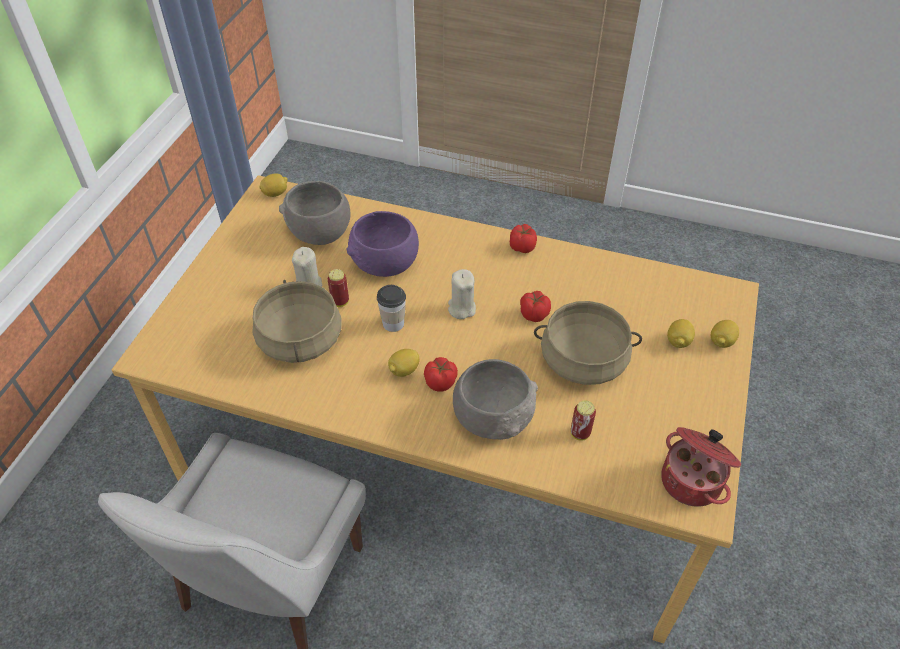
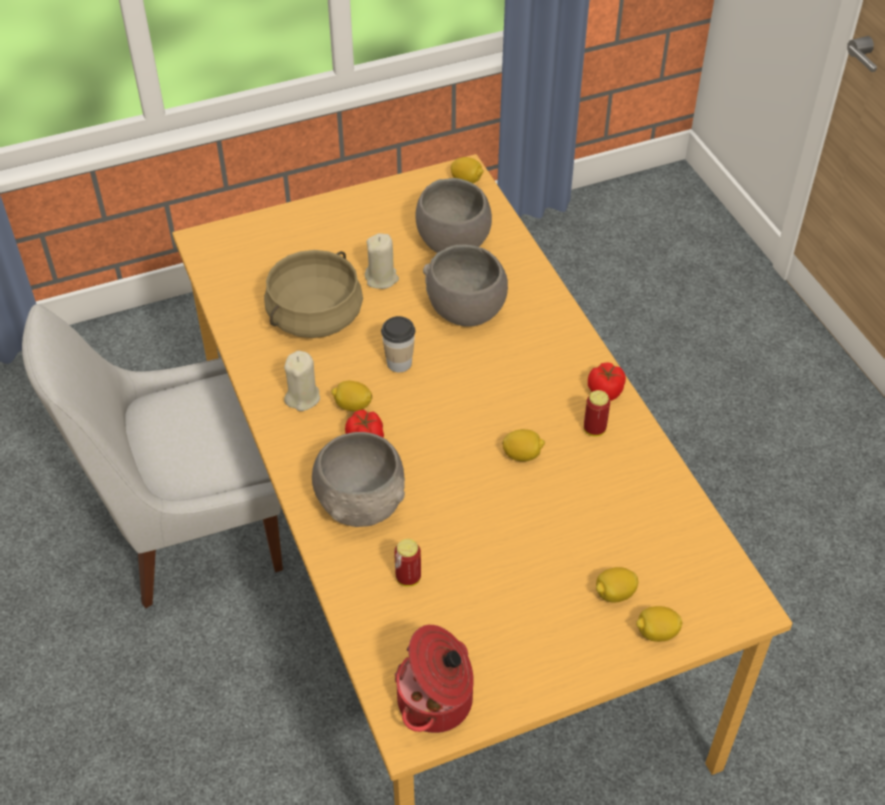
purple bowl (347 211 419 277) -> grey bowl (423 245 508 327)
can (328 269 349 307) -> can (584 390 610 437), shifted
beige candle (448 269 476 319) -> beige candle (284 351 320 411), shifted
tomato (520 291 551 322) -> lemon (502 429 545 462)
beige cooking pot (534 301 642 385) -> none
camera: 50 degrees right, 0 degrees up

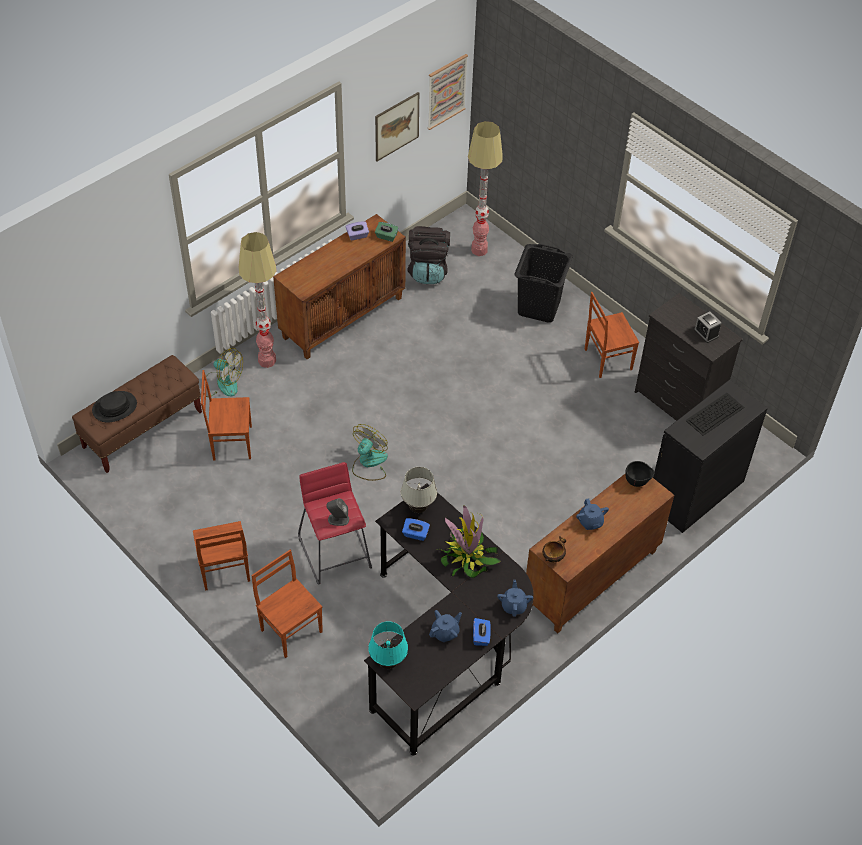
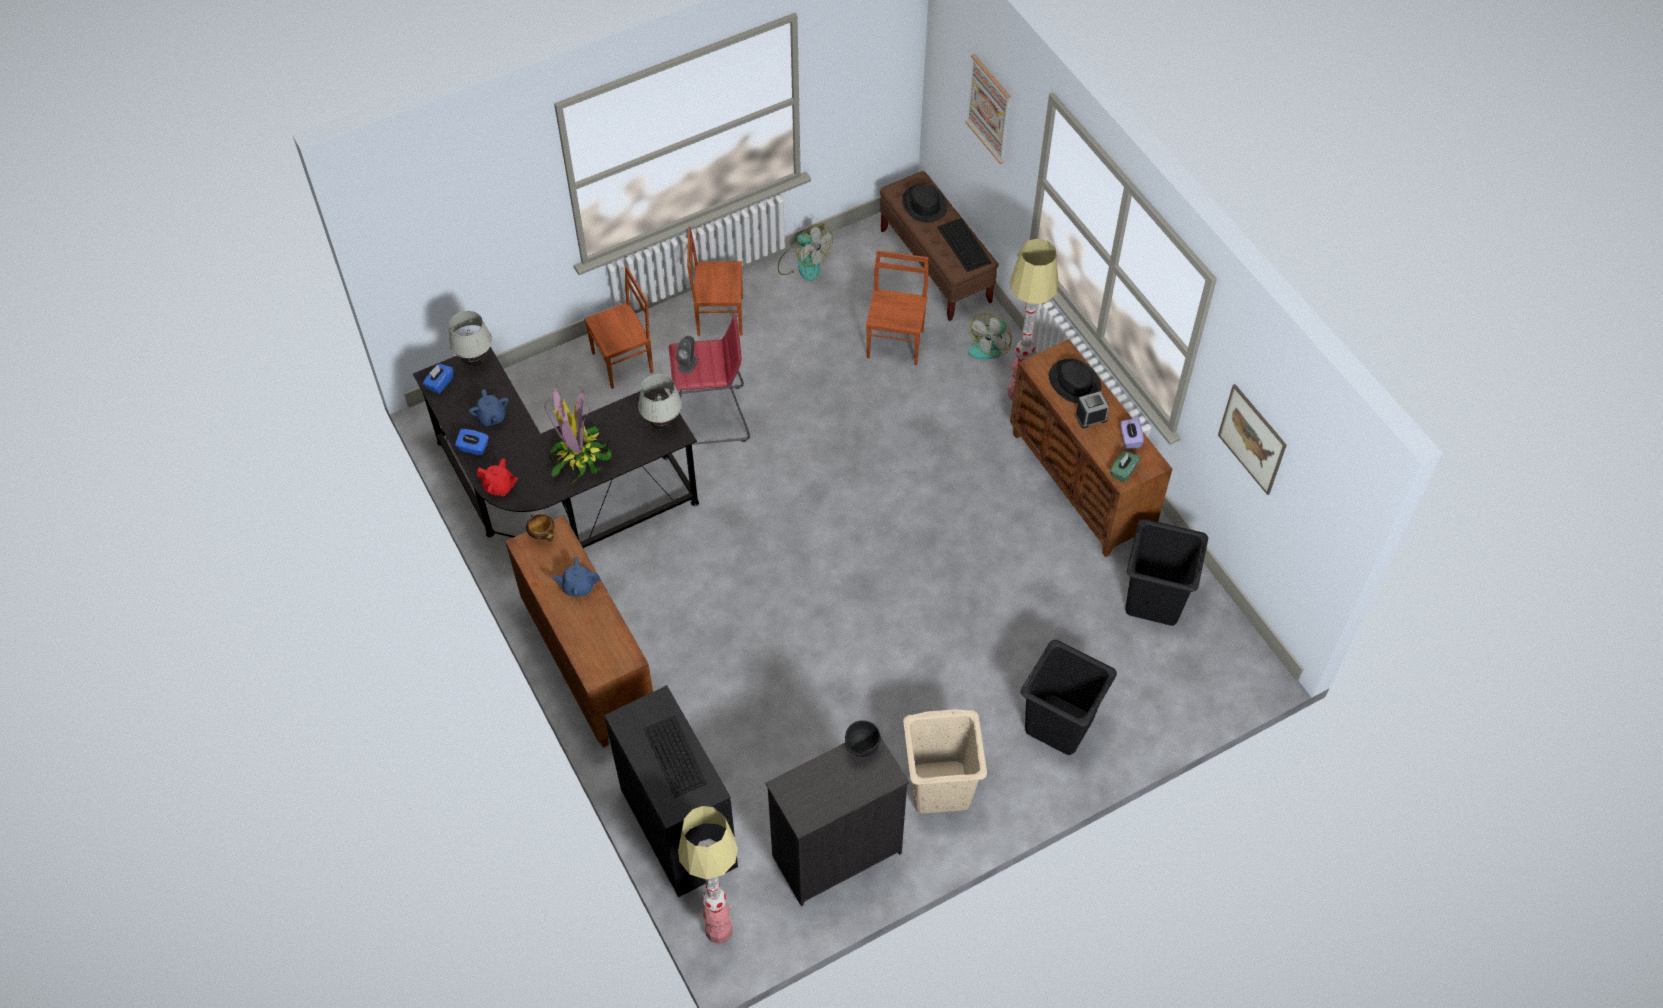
picture (428 54 468 130) -> picture (965 54 1011 164), shifted
floor lamp (468 121 503 256) -> floor lamp (678 806 738 944), shifted
black backpack (408 226 450 284) -> black laundry basket (1125 519 1208 626)
brown chair (584 292 639 378) -> beige laundry basket (903 709 987 814)
alarm clock (694 312 721 343) -> alarm clock (1075 391 1109 428), shifted
fan (352 424 388 481) -> fan (778 223 833 281), shifted
black bowl (625 461 654 487) -> black bowl (845 720 881 757), shifted
blue tissue box (402 518 430 541) -> blue tissue box (423 364 453 394), shifted
blue teapot (497 580 533 617) -> red teapot (476 458 518 496)
turquoise table lamp (368 621 408 669) -> white table lamp (449 311 492 366)
none -> keyboard (937 218 992 272)
none -> black hat (1049 359 1101 403)
camera: 105 degrees right, 5 degrees up

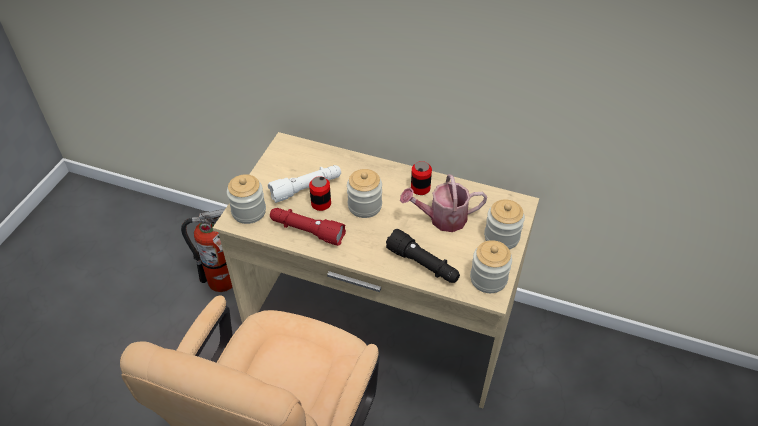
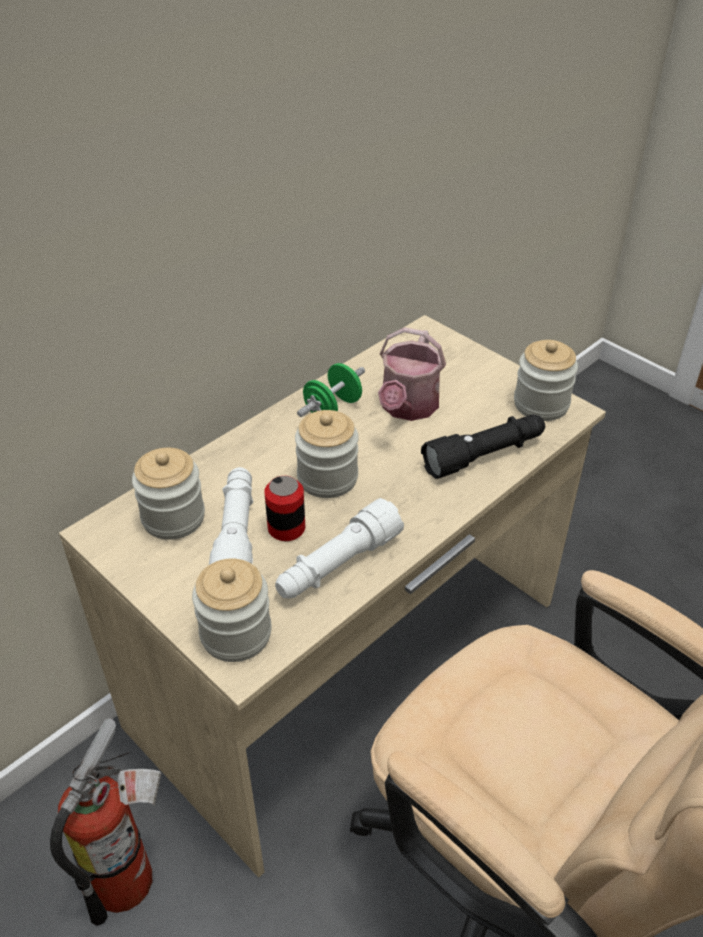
can (411 161 432 195) -> green dumbbell (297 363 365 417)
jar (484 199 525 250) -> jar (132 448 205 540), shifted
red flashlight (270 208 346 246) -> white flashlight (275 498 404 599)
camera: 65 degrees left, 5 degrees down

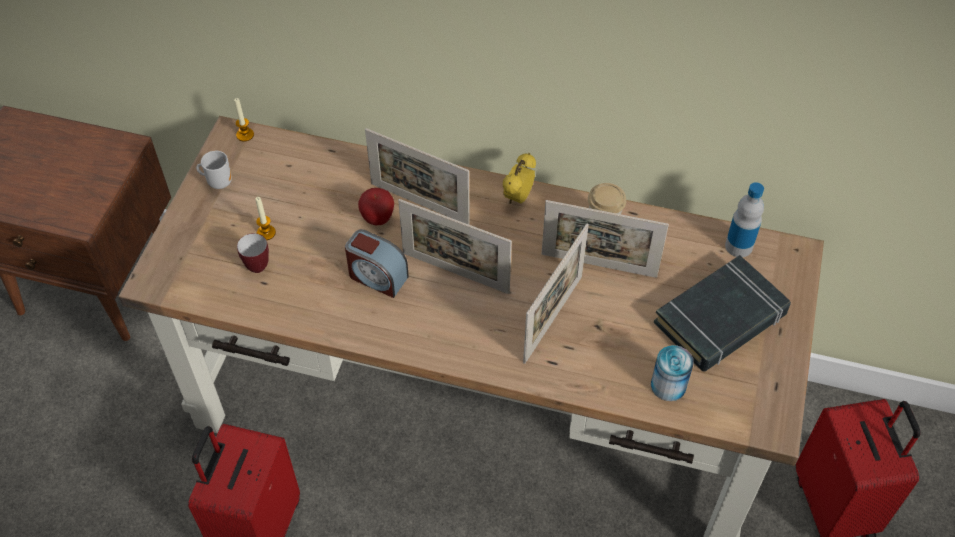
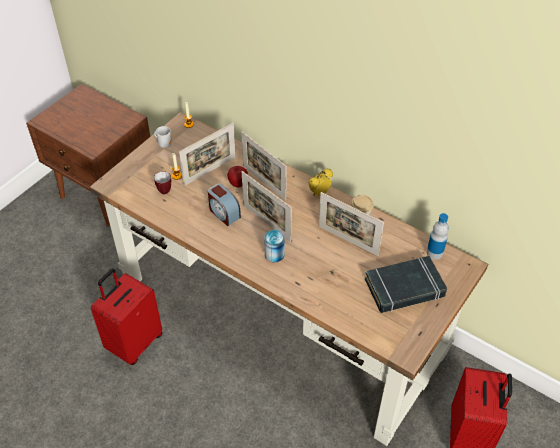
picture frame (523 224 589 364) -> picture frame (179 123 236 186), shifted
can (651 345 694 401) -> can (264 230 285 262), shifted
camera: 20 degrees right, 5 degrees down

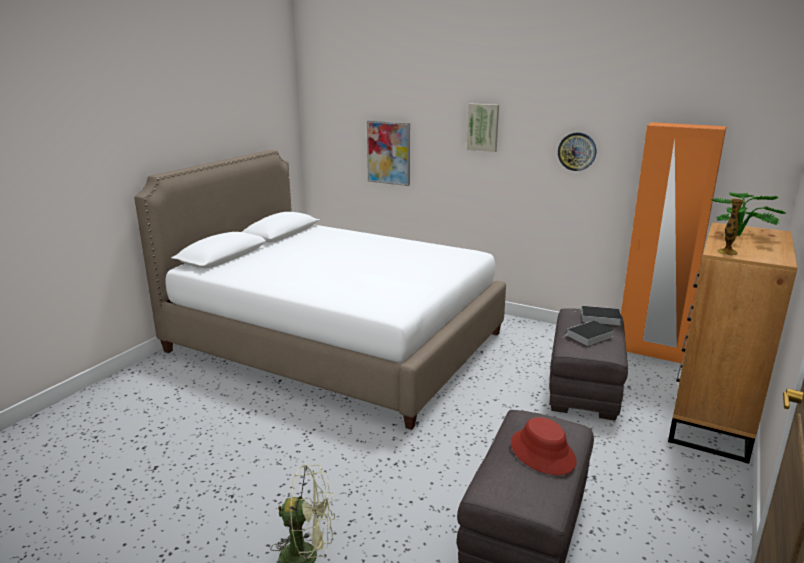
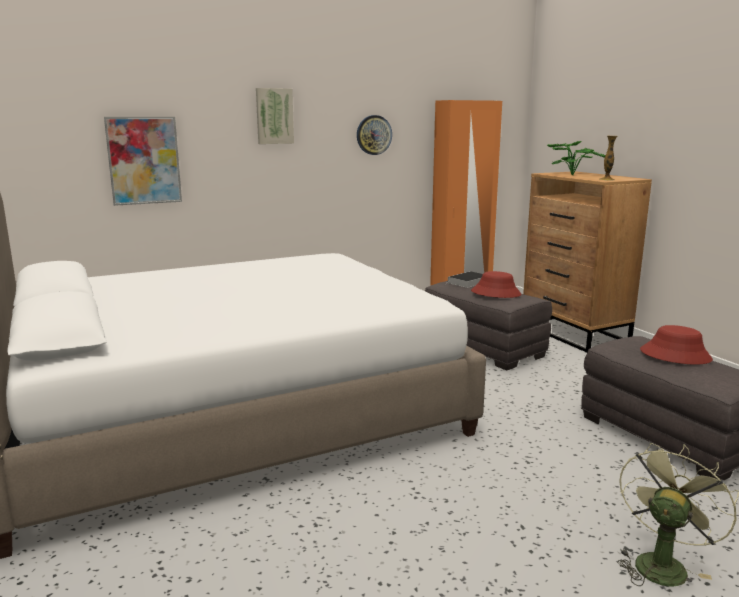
book (562 320 614 346) -> red hat (471 271 522 298)
camera: 55 degrees left, 5 degrees down

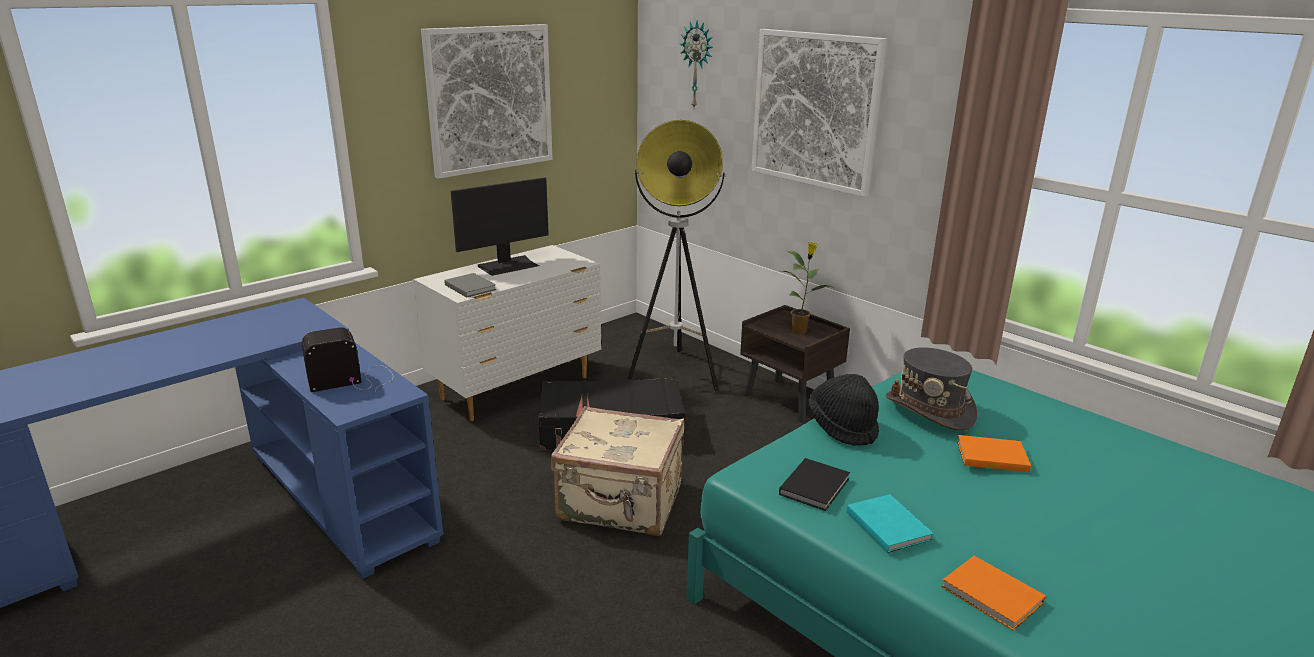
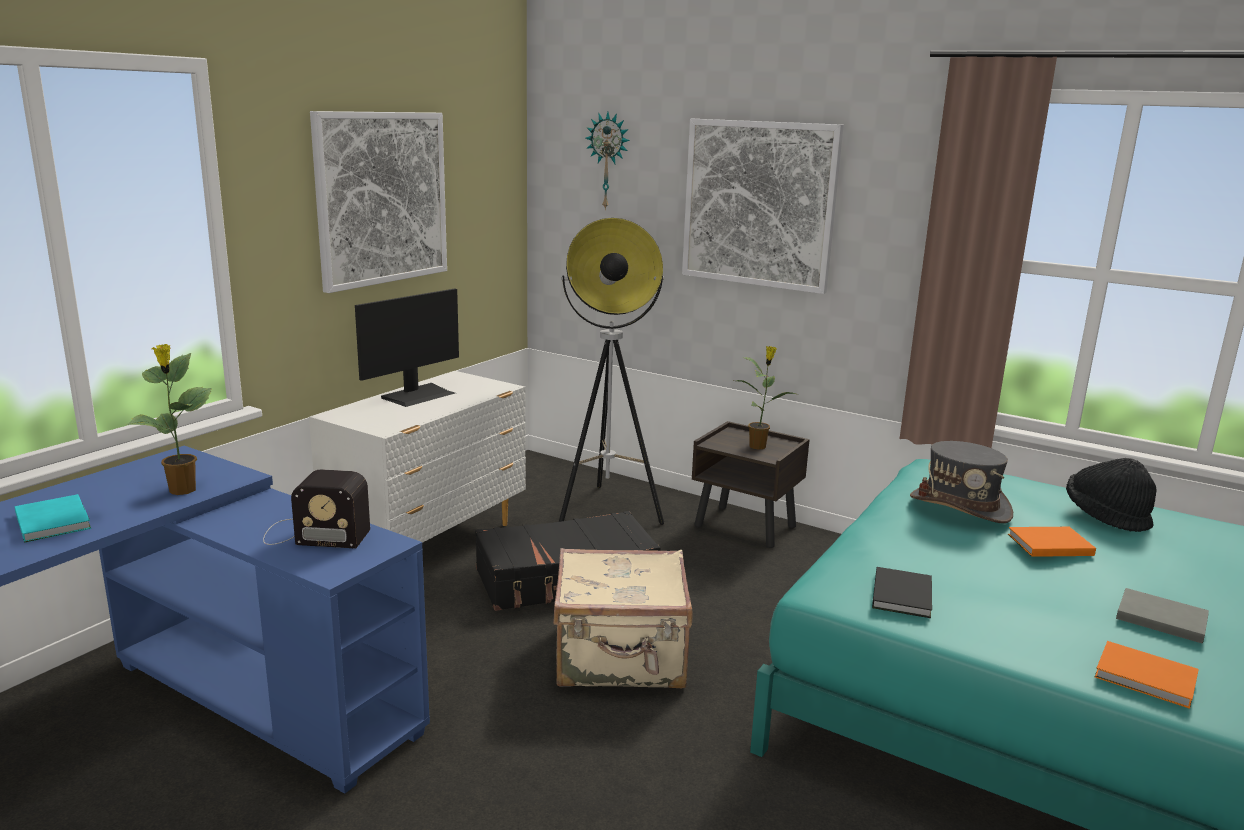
grey book (444 273 496 298) -> grey book (1116 588 1209 644), shifted
radio (301 327 394 393) -> radio (263 469 370 549), 135 degrees counterclockwise
black hat (808 374 879 446) -> black hat (1066 458 1157 532), shifted
turquoise book (847 494 934 553) -> turquoise book (15 494 91 543), shifted
none -> potted plant (127 344 212 495)
camera: 15 degrees left, 5 degrees down

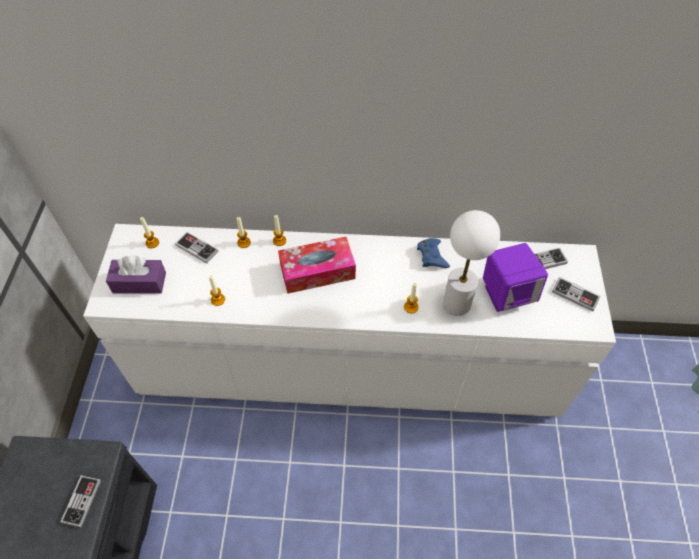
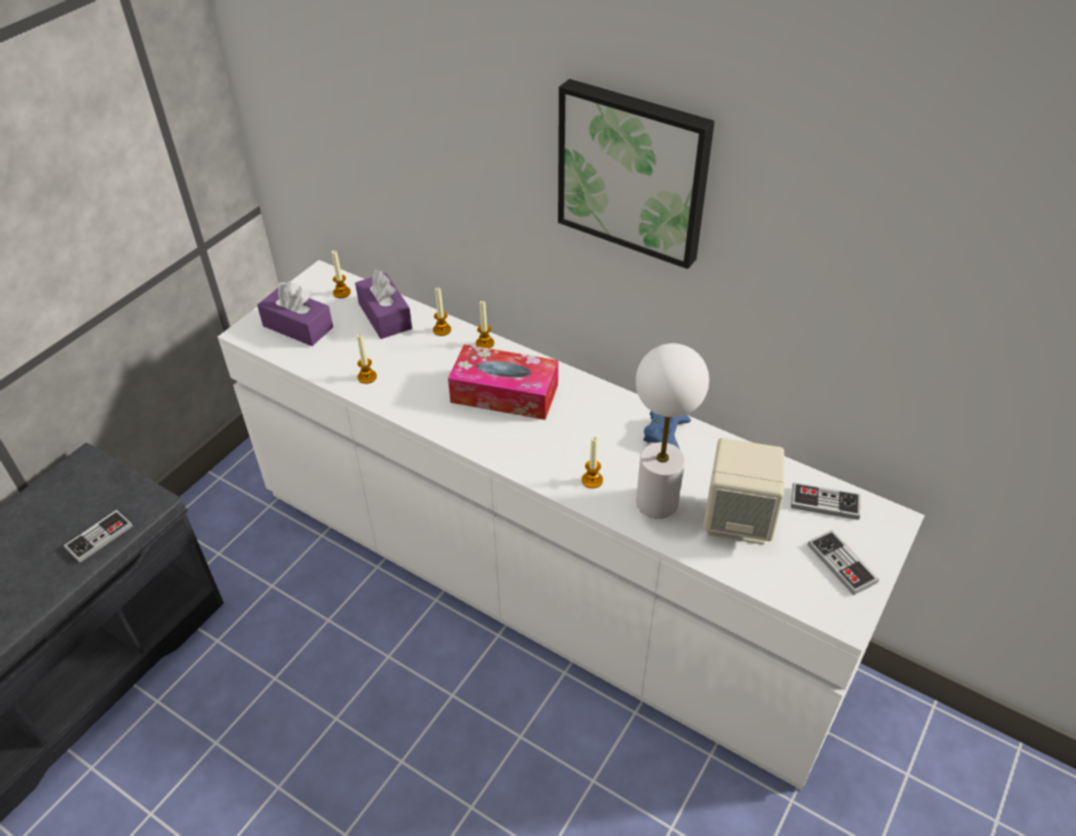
game controller (175 232 218 264) -> purple tissue box (355 270 412 339)
purple speaker (483 243 548 312) -> beige speaker (703 438 784 545)
none -> picture (558 79 715 269)
camera: 30 degrees right, 10 degrees down

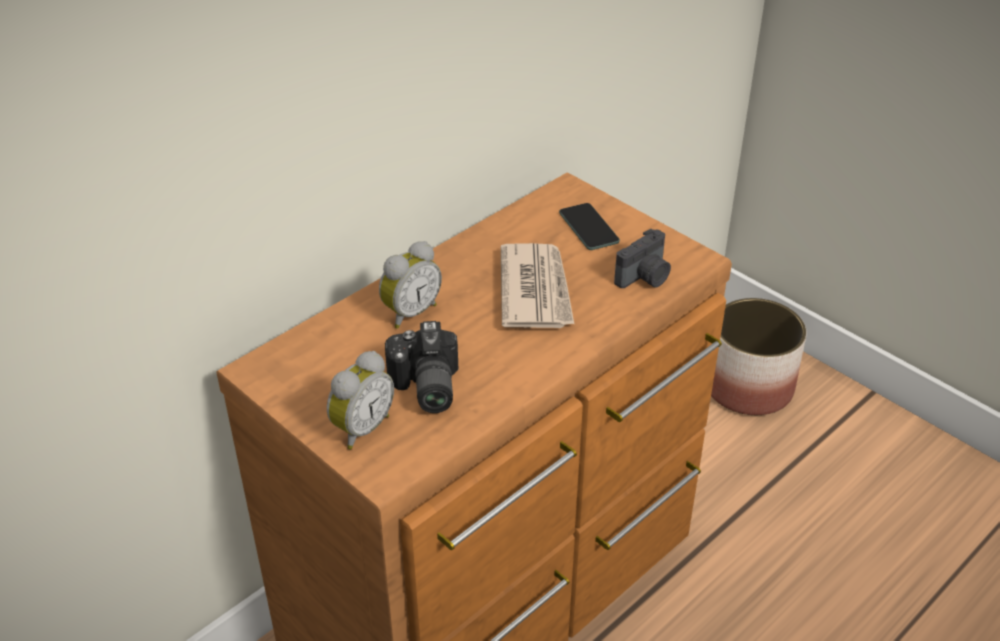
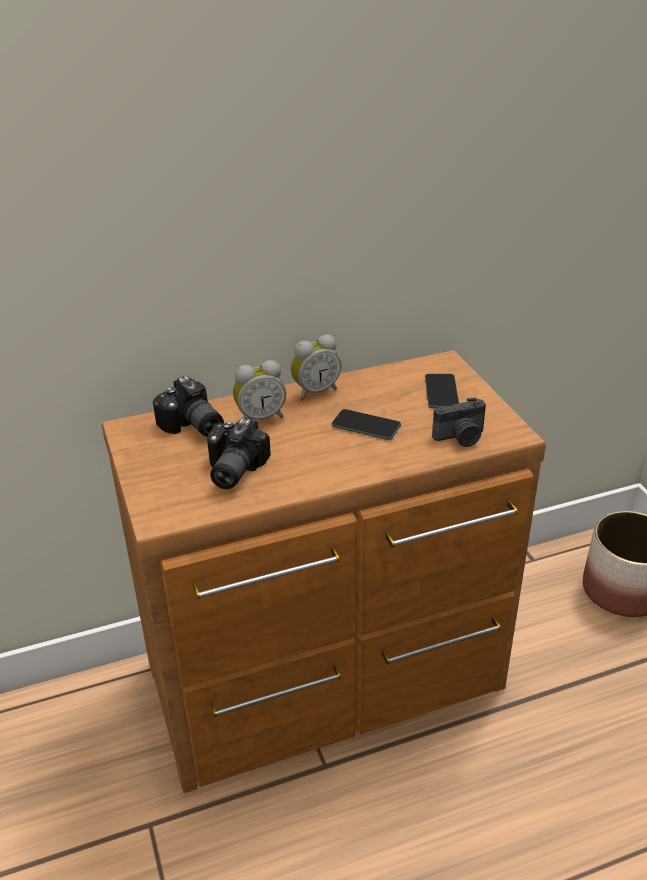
newspaper (501 243 574 328) -> phone (331 409 401 440)
alarm clock (327 351 394 450) -> alarm clock (291 335 341 400), shifted
none -> photo camera (153 376 224 437)
camera: 25 degrees right, 5 degrees down

